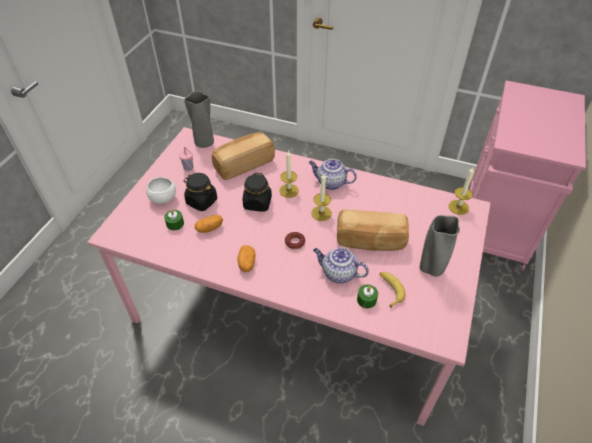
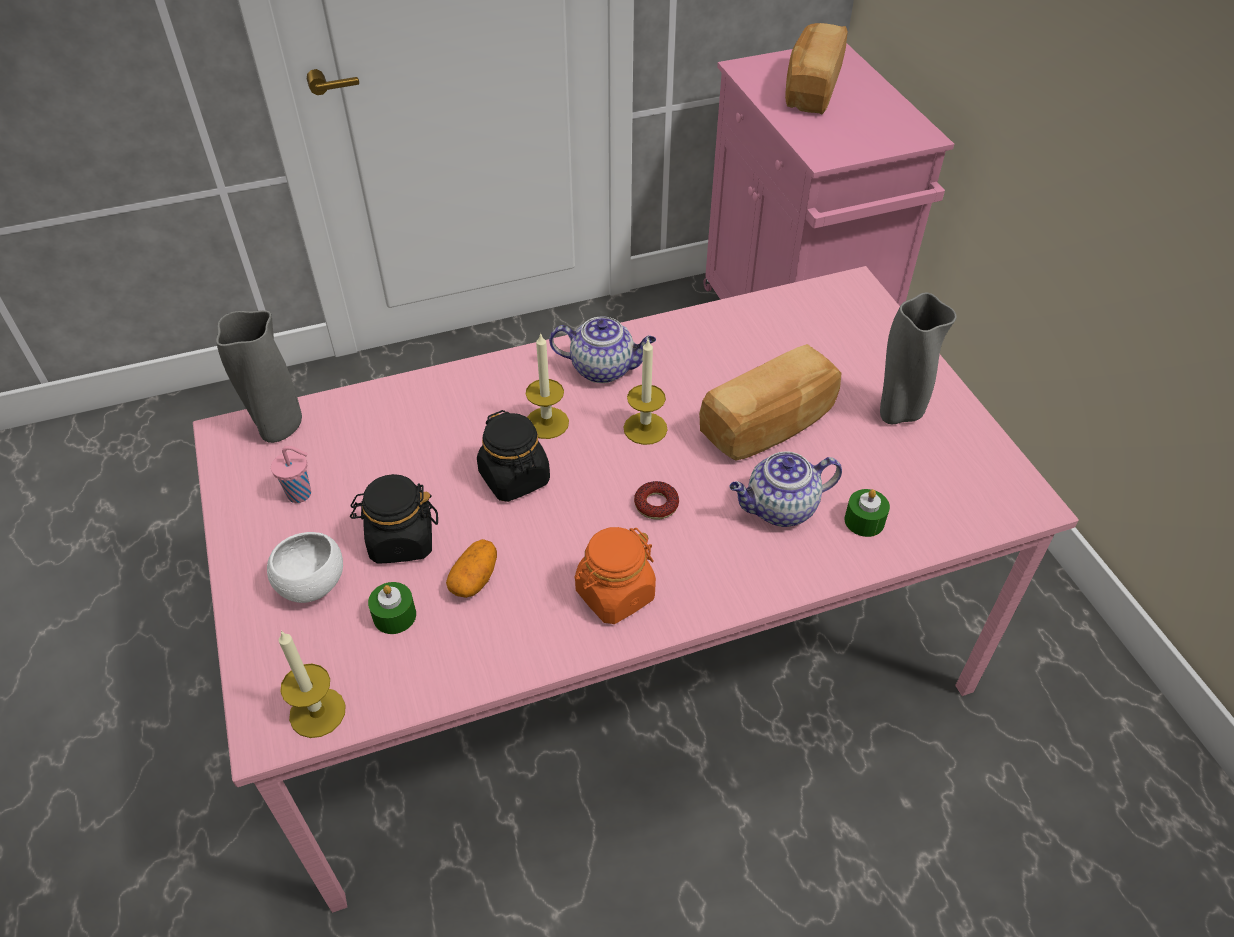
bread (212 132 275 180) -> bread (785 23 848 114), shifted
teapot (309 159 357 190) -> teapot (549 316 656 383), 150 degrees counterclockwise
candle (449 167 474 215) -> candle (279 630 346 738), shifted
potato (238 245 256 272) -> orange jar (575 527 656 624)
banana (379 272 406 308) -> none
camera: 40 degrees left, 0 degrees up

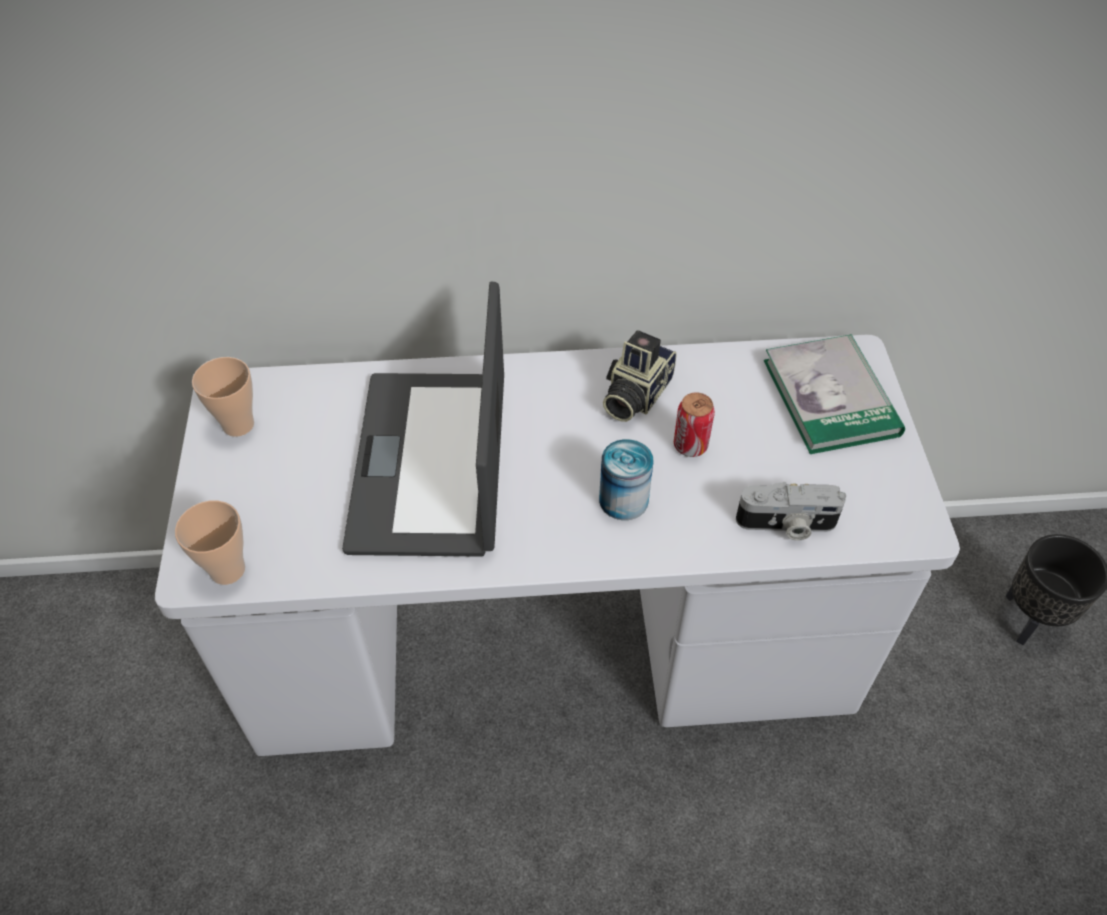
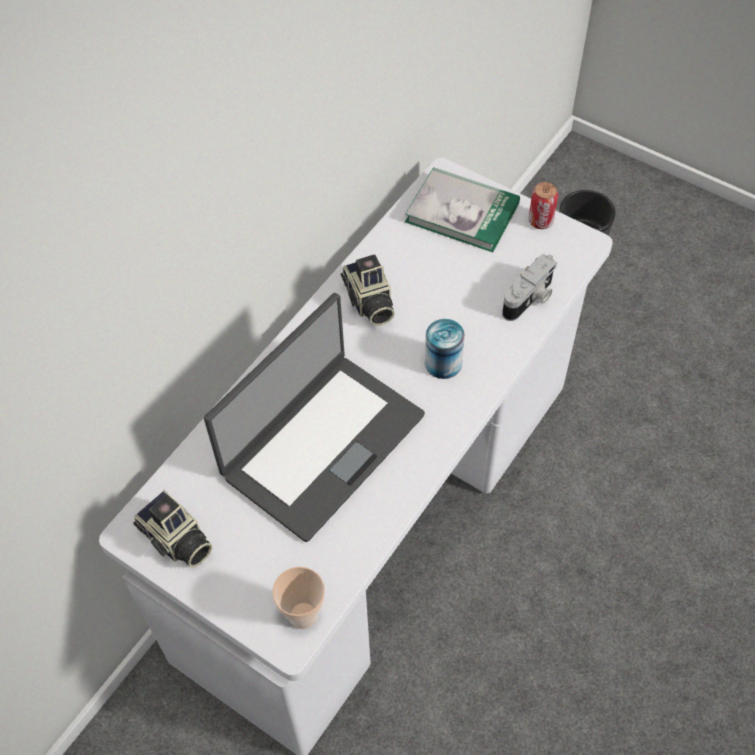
laptop (342 282 504 557) -> laptop (204 293 425 542), 90 degrees counterclockwise
cup (192 357 254 437) -> photo camera (133 490 212 568)
can (674 392 715 457) -> can (529 182 558 229), shifted
camera: 50 degrees left, 5 degrees up

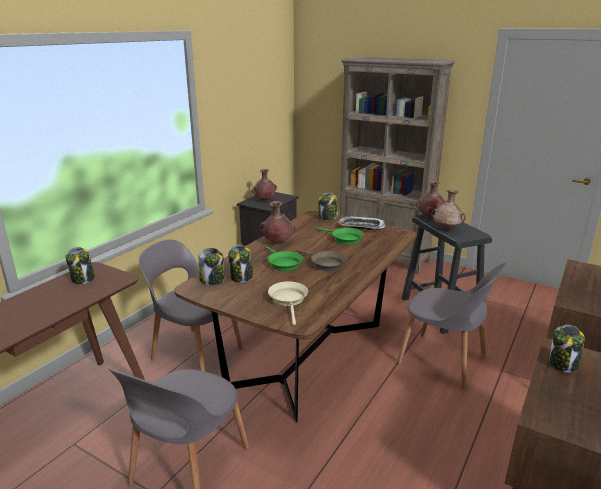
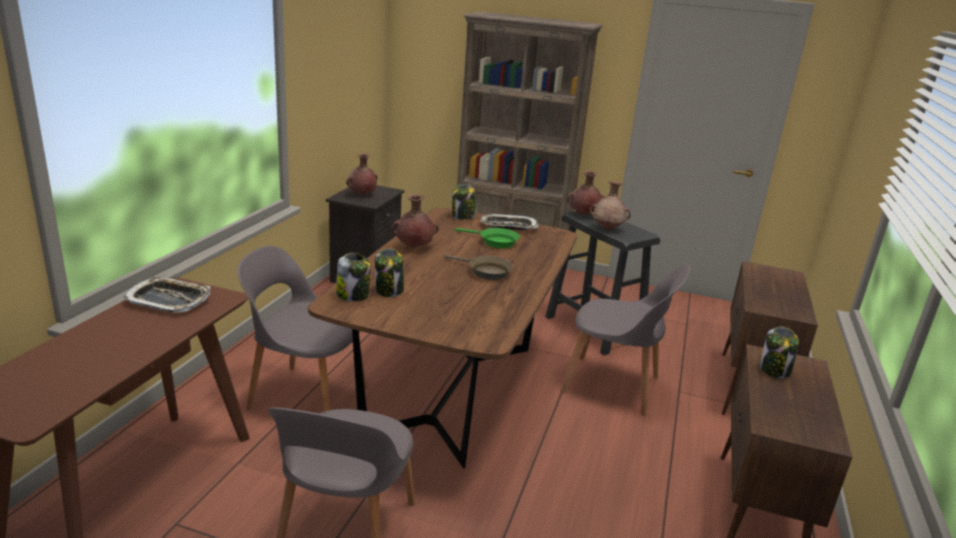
green frying pan (266 246 303 271) -> none
jar (66 247 95 284) -> tray (123 277 210 313)
beige frying pan (268 282 308 325) -> none
camera: 15 degrees left, 0 degrees up

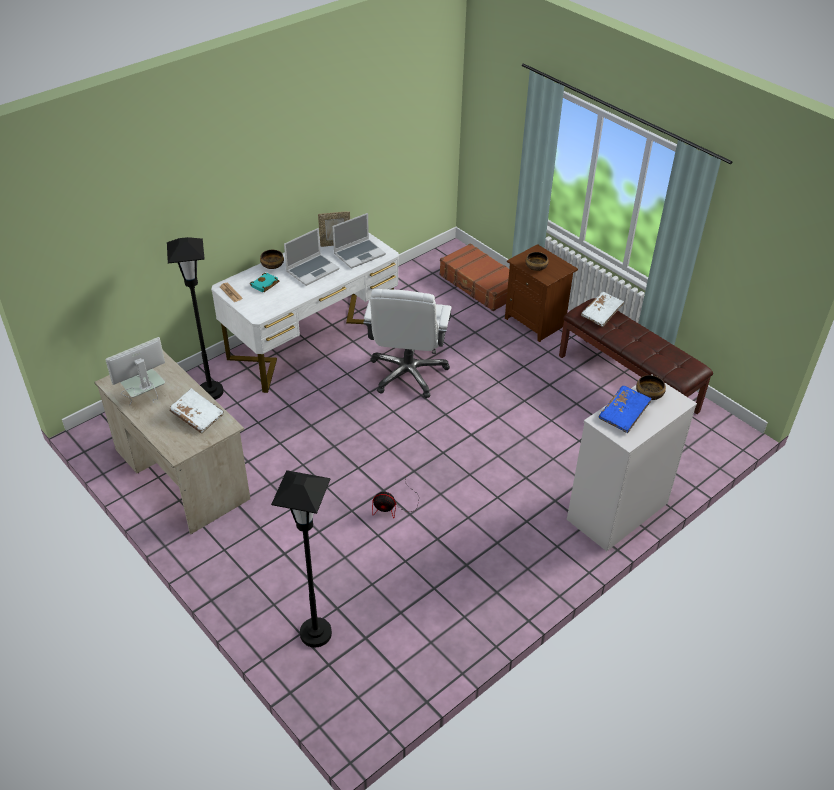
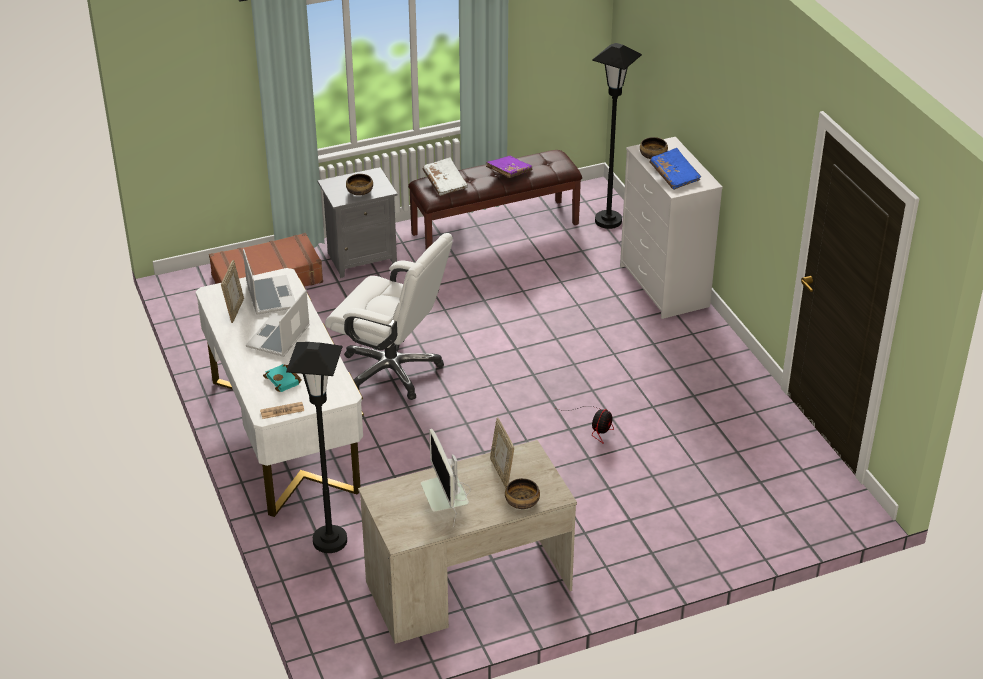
laptop (284 228 340 286) -> laptop (246 289 310 357), 135 degrees counterclockwise
brown nightstand (505 244 578 342) -> grey nightstand (318 167 398 278)
bowl (260 250 284 269) -> bowl (505 478 540 509), shifted
white book (170 388 224 433) -> picture frame (490 418 514 488)
black floor lamp (271 470 332 647) -> black floor lamp (592 43 642 229), shifted
none -> purple book (486 156 532 178)
camera: 70 degrees left, 5 degrees down

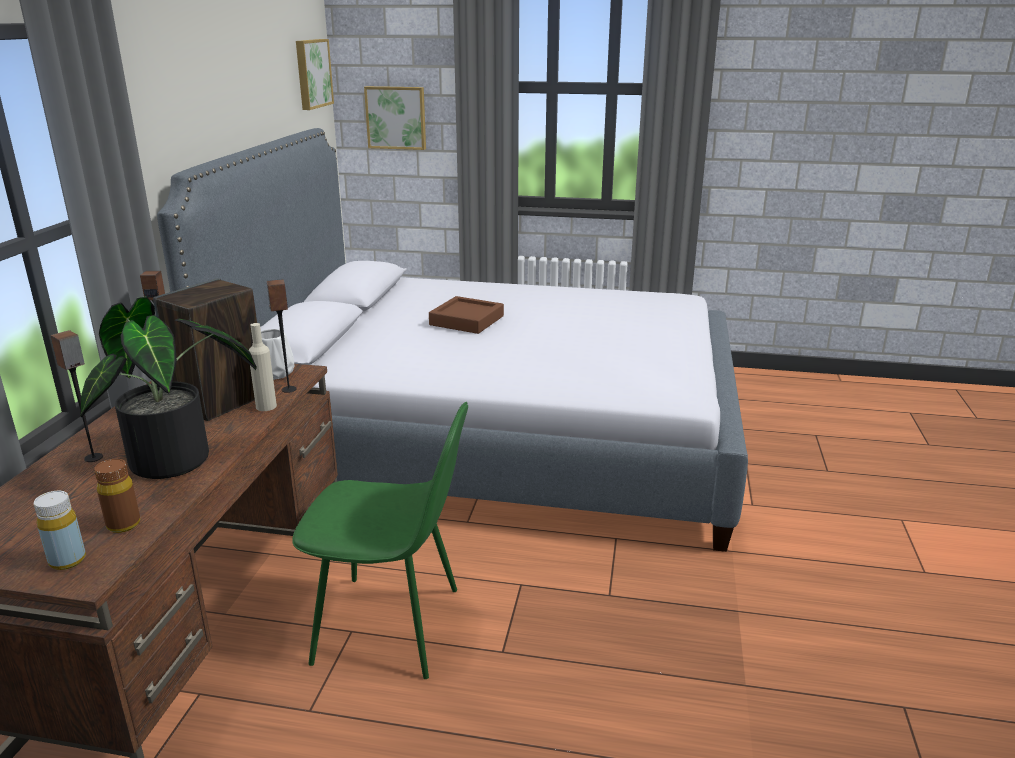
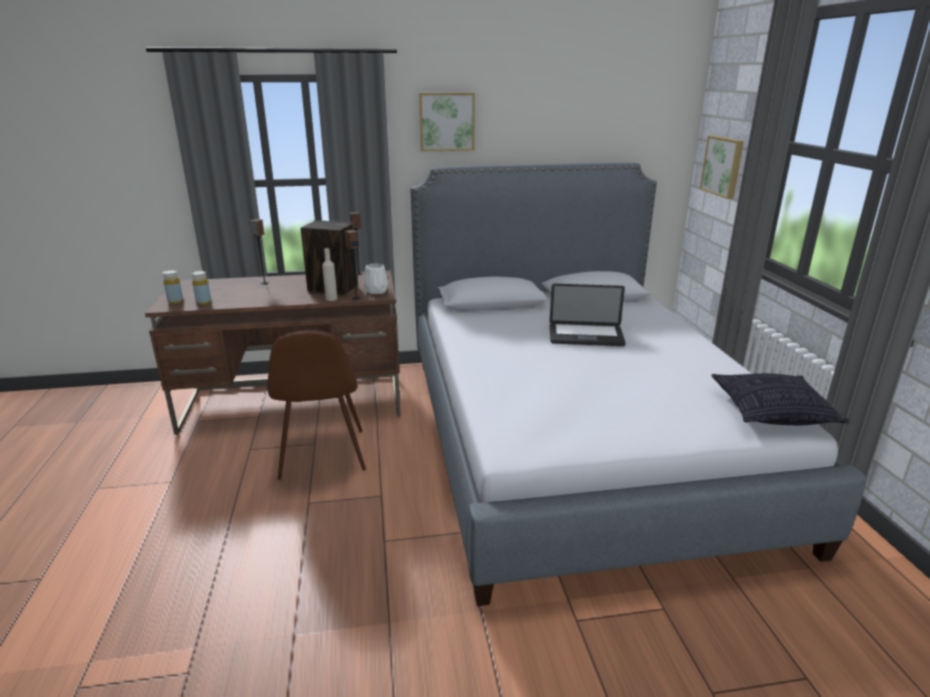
picture (296 39 334 110) -> picture (419 92 475 152), shifted
potted plant (80 296 257 479) -> none
brown tray (429 296 504 334) -> laptop (549 284 626 346)
green chair (292 402 468 679) -> brown chair (268 330 366 480)
brown bottle (94 459 140 533) -> yellow bottle (192 271 212 305)
none -> pillow (712 373 850 425)
camera: 70 degrees right, 0 degrees up

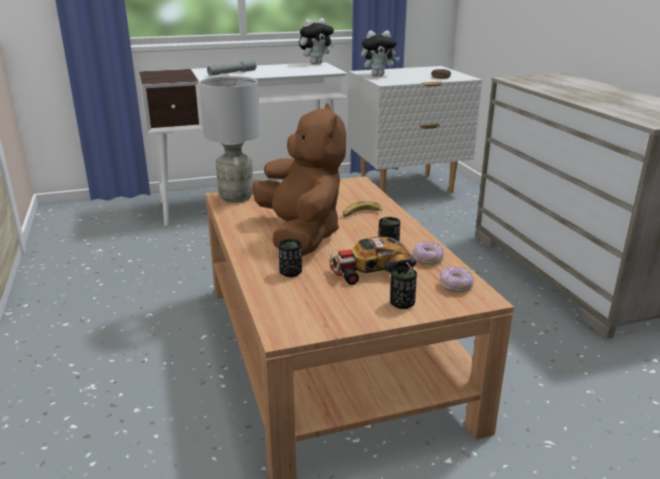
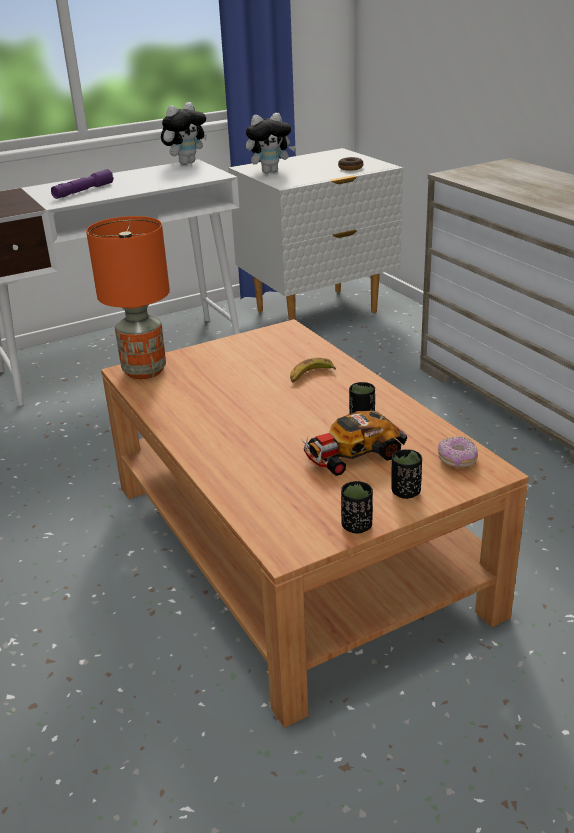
grey flashlight (207 60 257 76) -> purple flashlight (51 169 114 199)
grey table lamp (199 76 260 203) -> orange table lamp (86 216 170 379)
brown plush toy (252 103 346 256) -> none
black cup (278 239 302 277) -> black cup (341 481 373 533), shifted
donut (412 242 444 265) -> none
camera: 10 degrees left, 5 degrees up

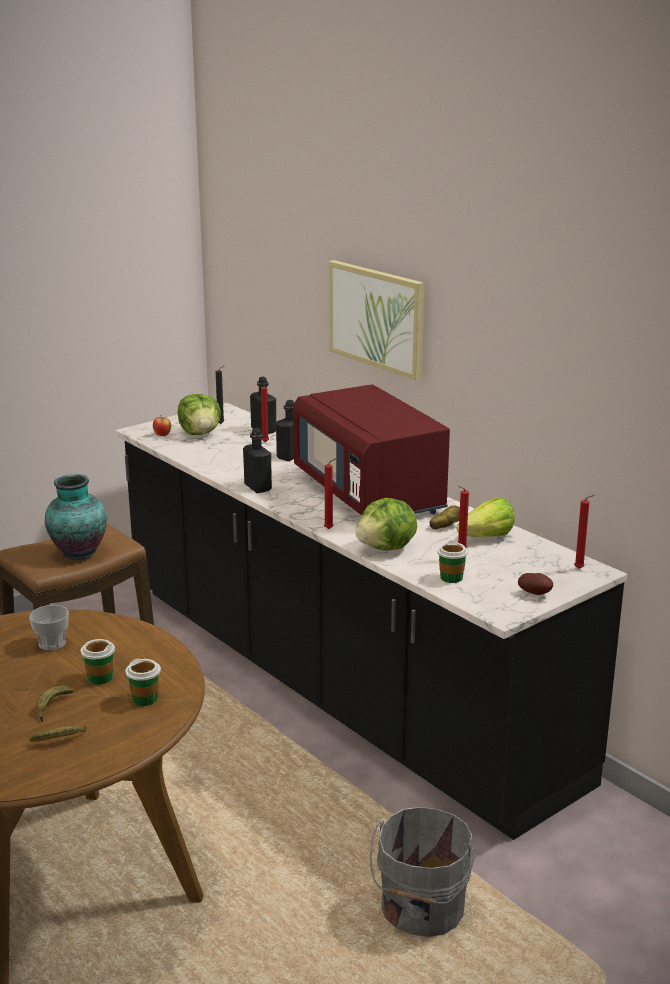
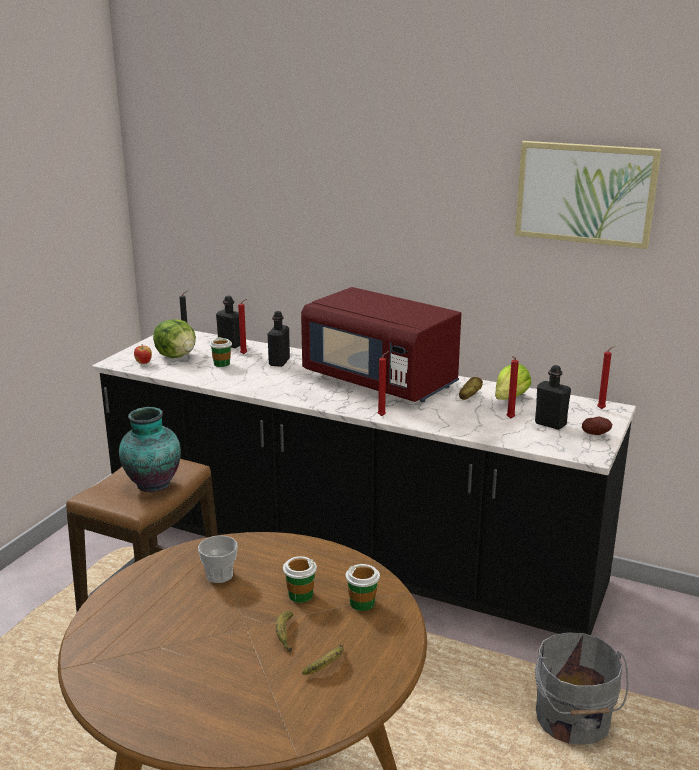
picture (329 260 424 380) -> picture (515 141 661 249), shifted
black bottle (243 428 272 493) -> black bottle (535 365 571 430), shifted
lettuce (355 498 417 551) -> none
cup (437 541 468 583) -> cup (210 337 232 367), shifted
camera: 25 degrees left, 0 degrees up

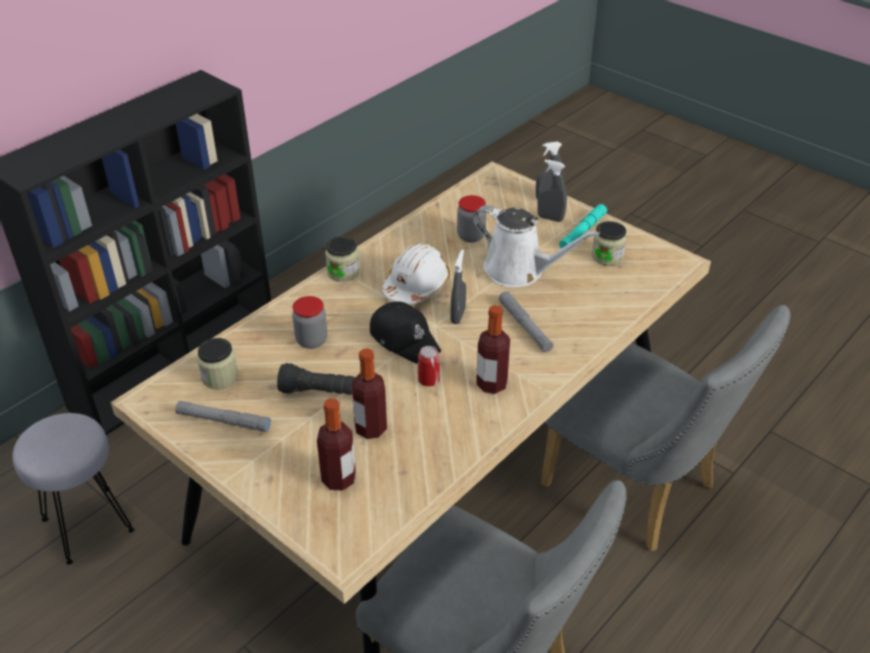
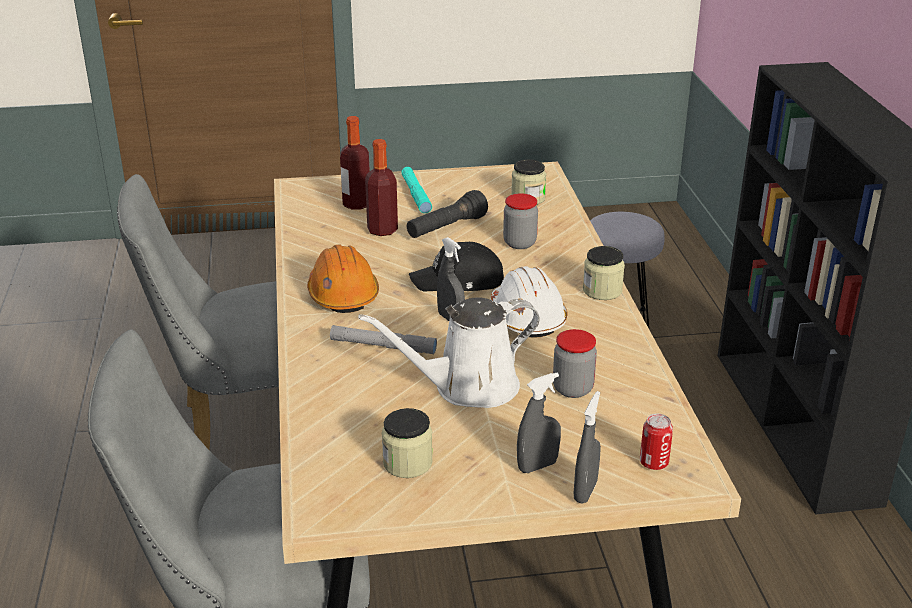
turquoise flashlight (559 204 607 249) -> turquoise flashlight (401 167 432 213), shifted
bottle (476 305 510 394) -> orange hard hat (307 244 379 313)
can (418 346 440 386) -> can (640 414 673 470), shifted
grey flashlight (175 401 271 432) -> none
camera: 130 degrees right, 10 degrees down

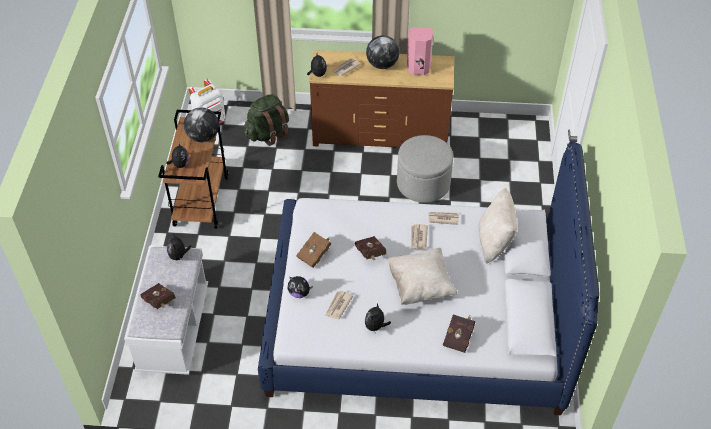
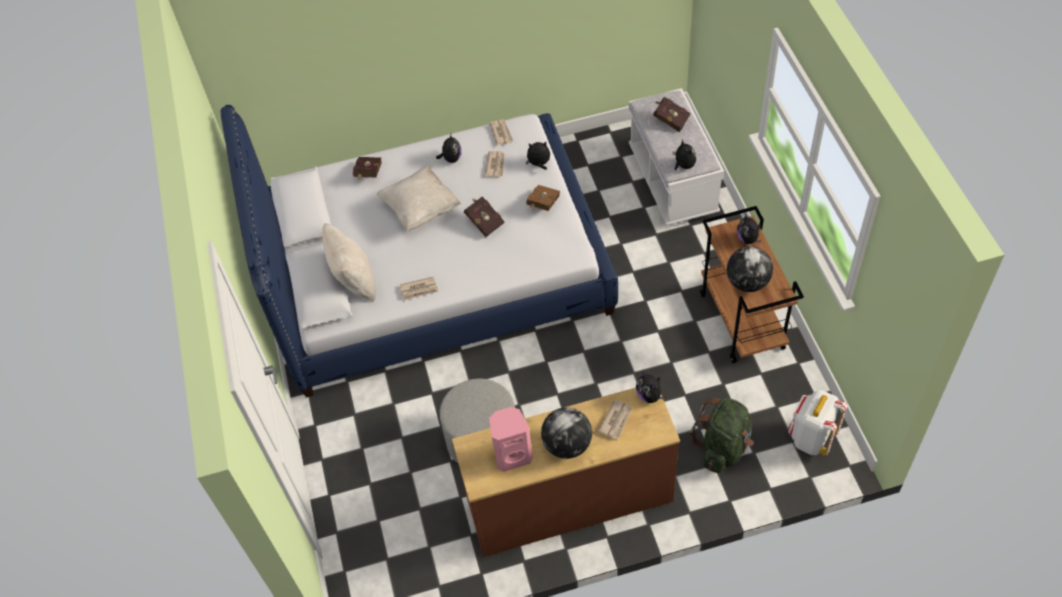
newspaper (411 224 428 250) -> newspaper (489 119 513 146), shifted
camera: 165 degrees right, 5 degrees up

